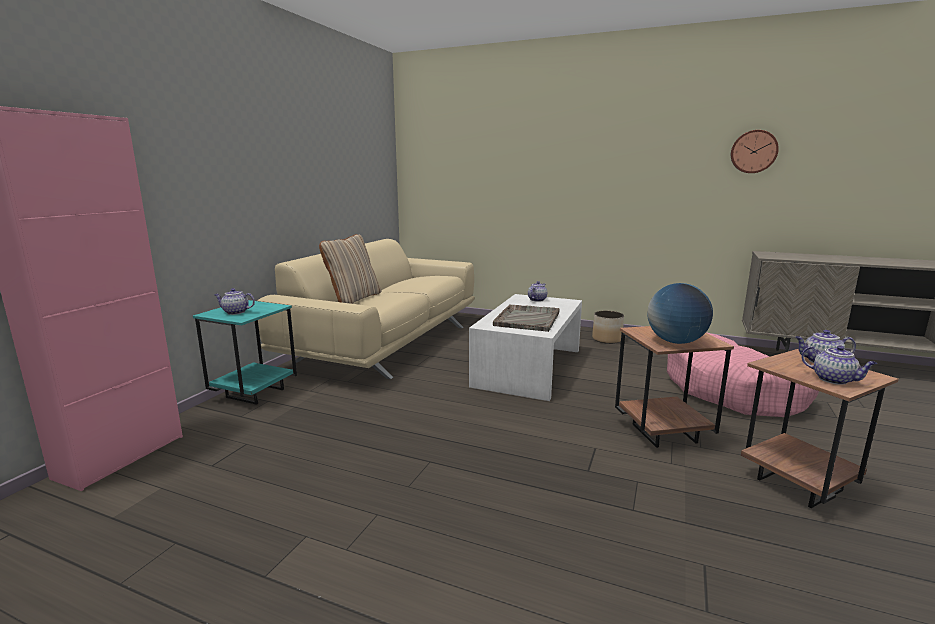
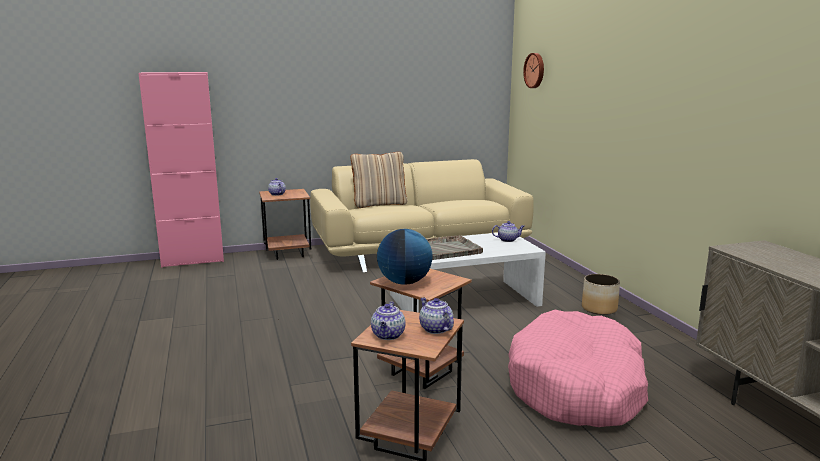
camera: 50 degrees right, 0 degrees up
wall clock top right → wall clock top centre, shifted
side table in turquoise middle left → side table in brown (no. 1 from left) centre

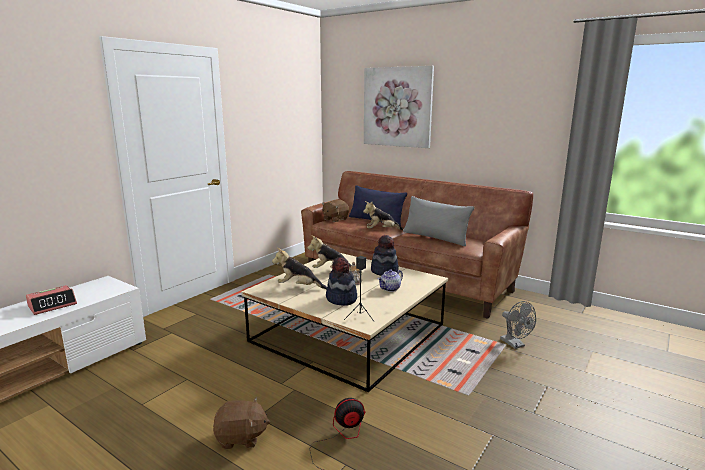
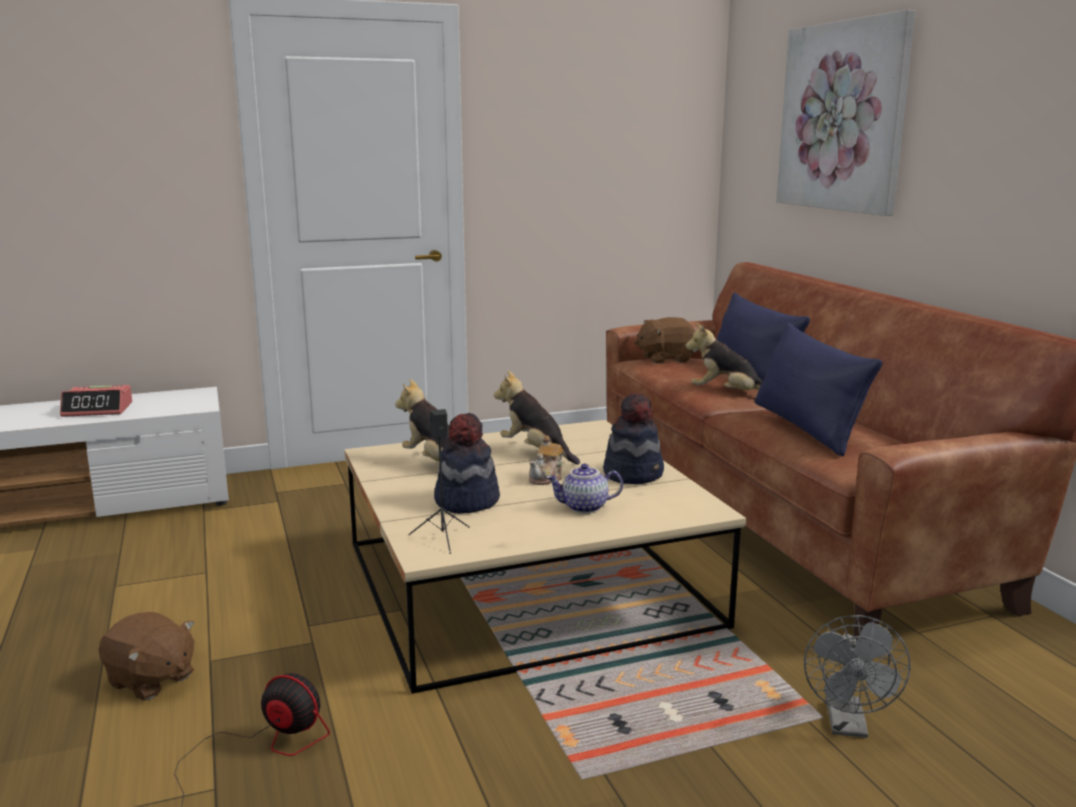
camera: 35 degrees right, 0 degrees up
pillow in grey centre → pillow in blue (no. 2 from left) middle right

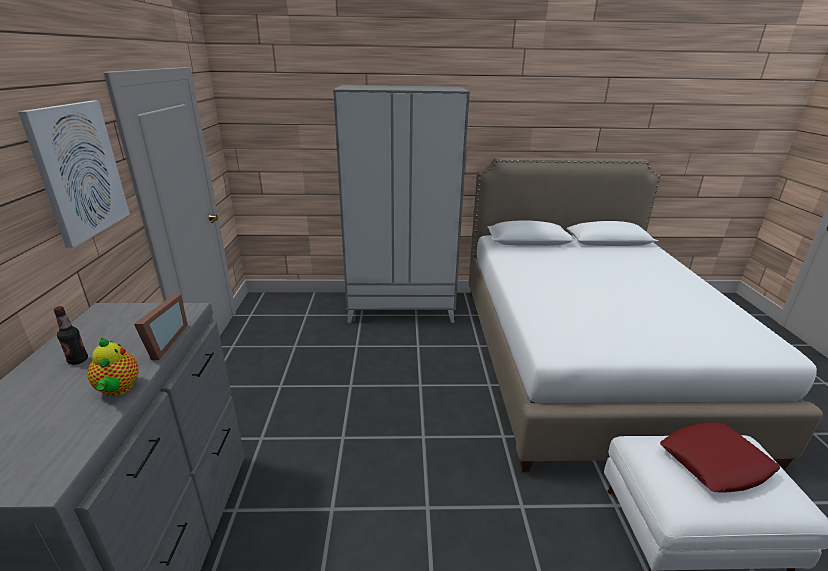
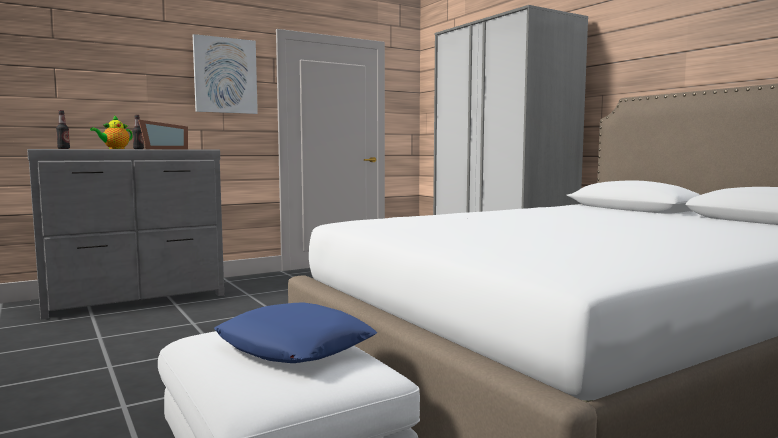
camera: 60 degrees right, 20 degrees down
- → bottle (no. 1 from left) top left
pillow in red bottom right → pillow in blue bottom centre

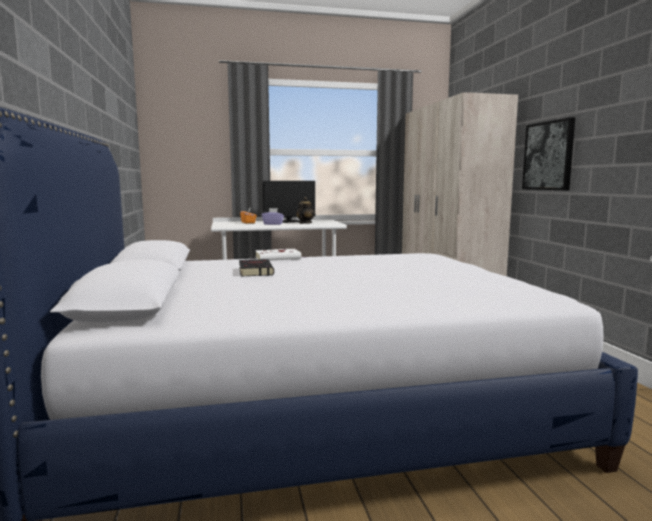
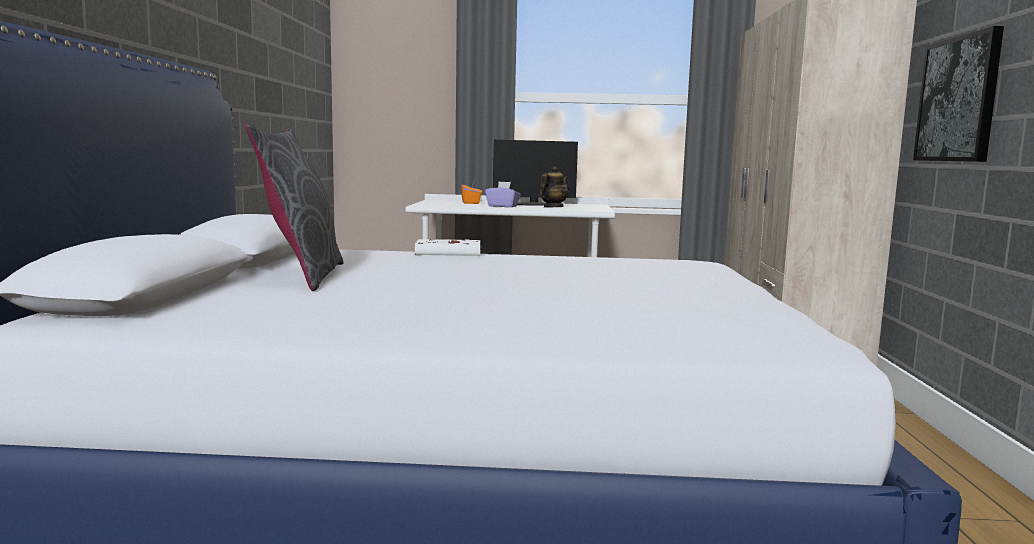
camera: 15 degrees right, 0 degrees up
book in black centre → -
- → pillow in grey middle left

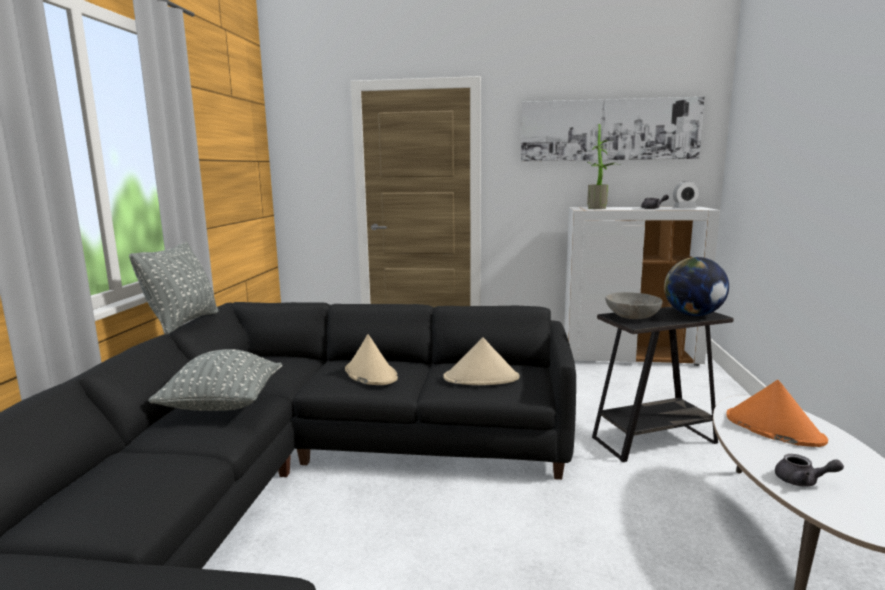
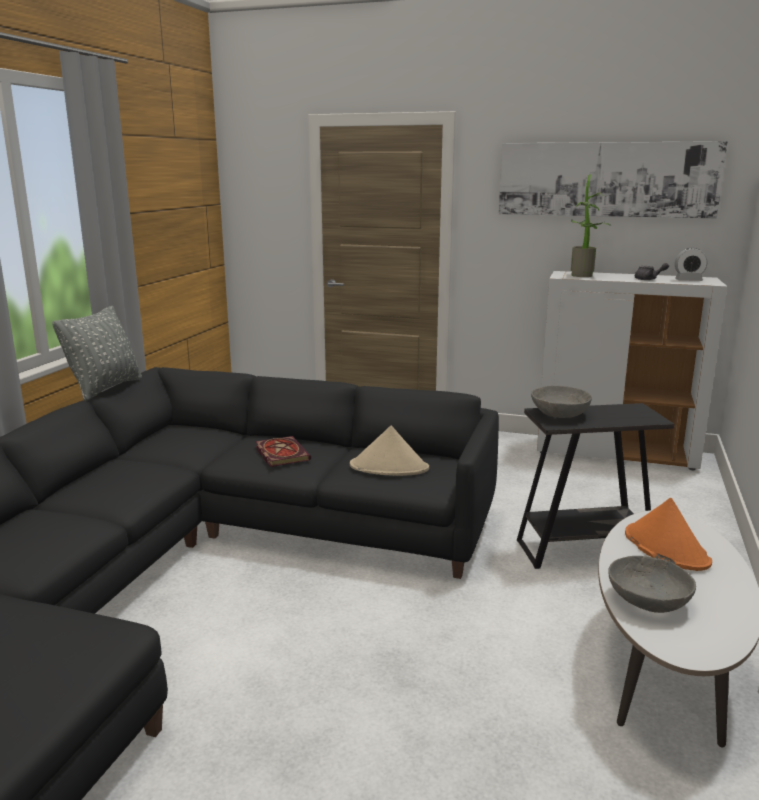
camera: 10 degrees right, 5 degrees up
pillow in grey (no. 2 from left) middle left → -
globe middle right → -
hat in beige (no. 1 from left) centre → book centre
teapot in grey (no. 2 from left) bottom right → bowl in grey (no. 2 from left) bottom right

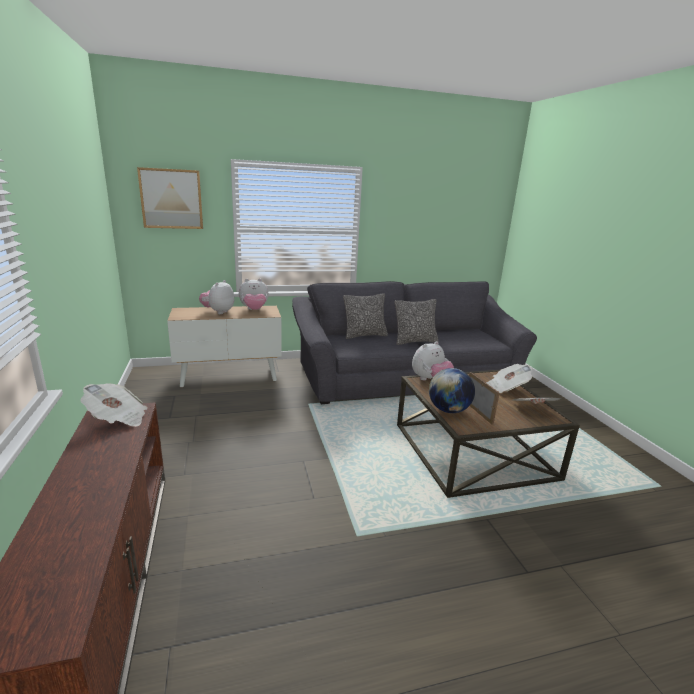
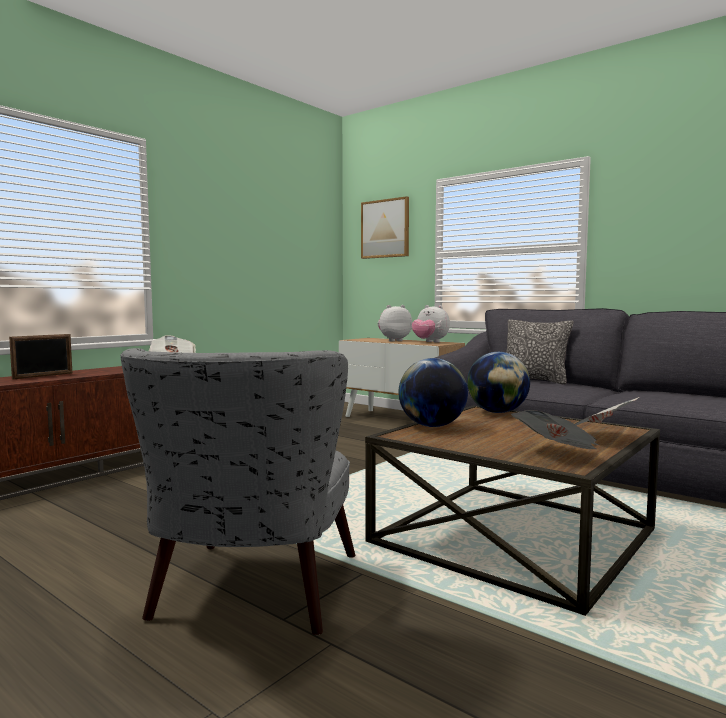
camera: 55 degrees right, 15 degrees down
pillow (no. 2 from left) centre → -
- → armchair in grey bottom left
picture frame middle right → picture frame middle left, shifted
plush toy (no. 3 from left) centre → globe (no. 2 from left) middle right

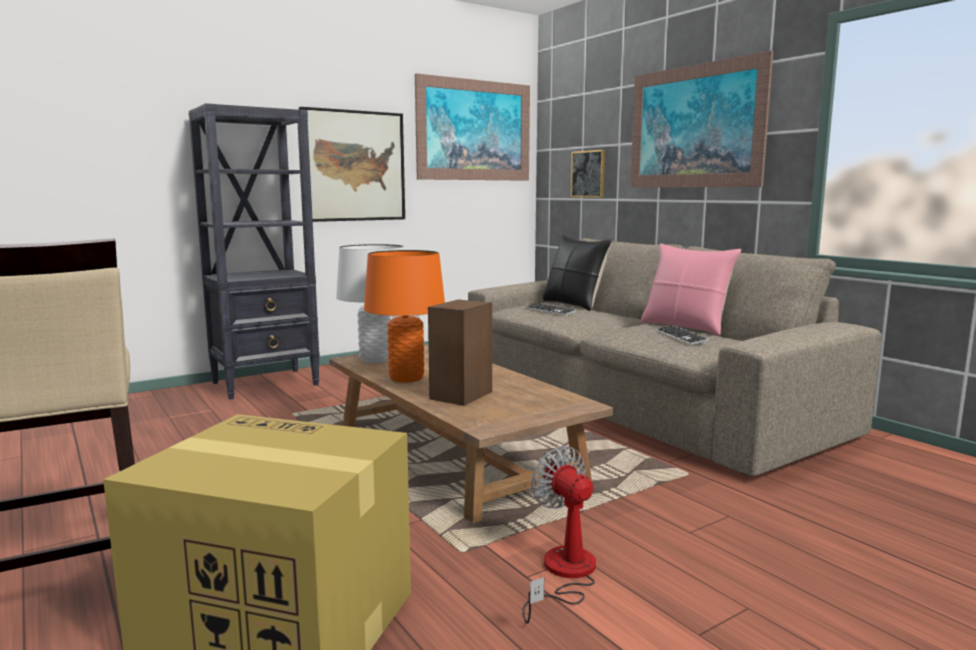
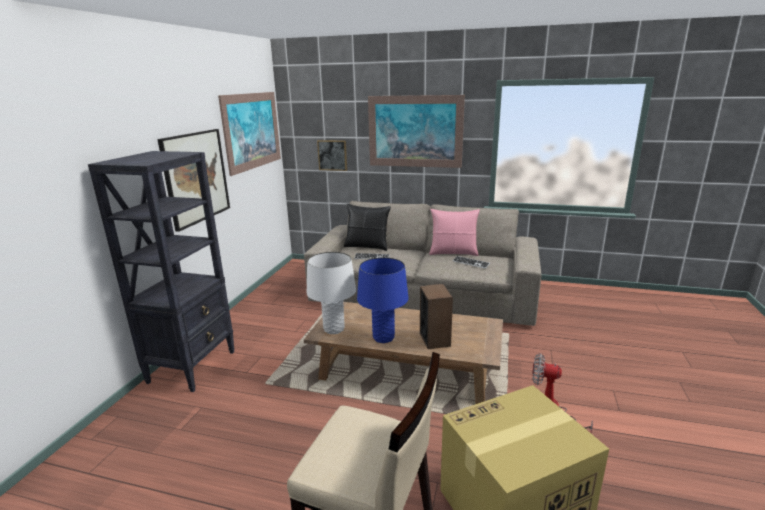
camera: 40 degrees left, 10 degrees up
table lamp in orange centre → table lamp in blue centre

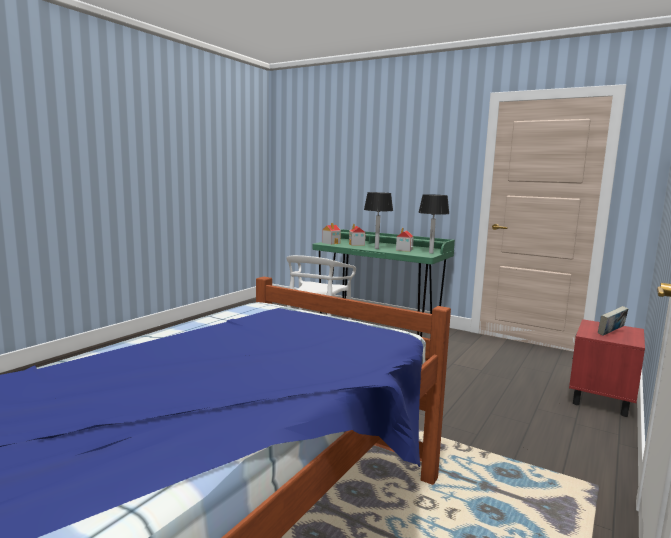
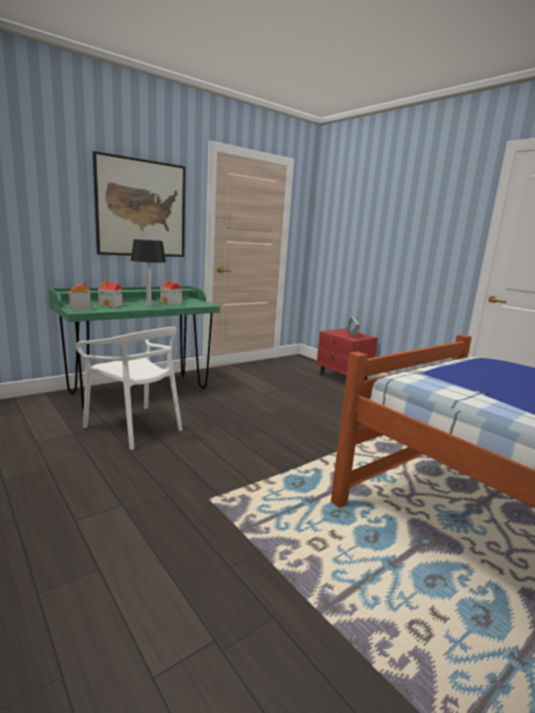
camera: 70 degrees left, 5 degrees up
table lamp (no. 2 from left) centre → -
- → picture top left

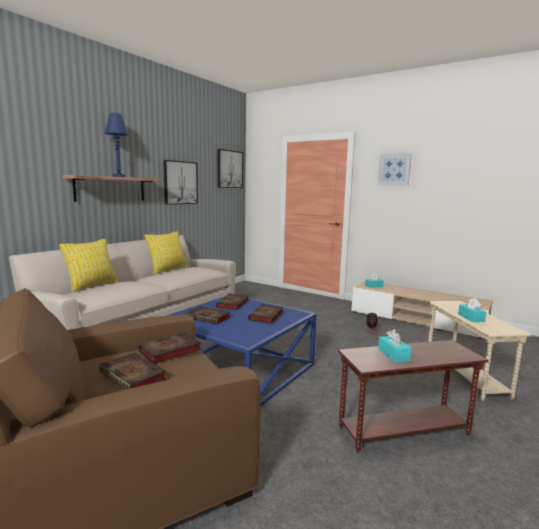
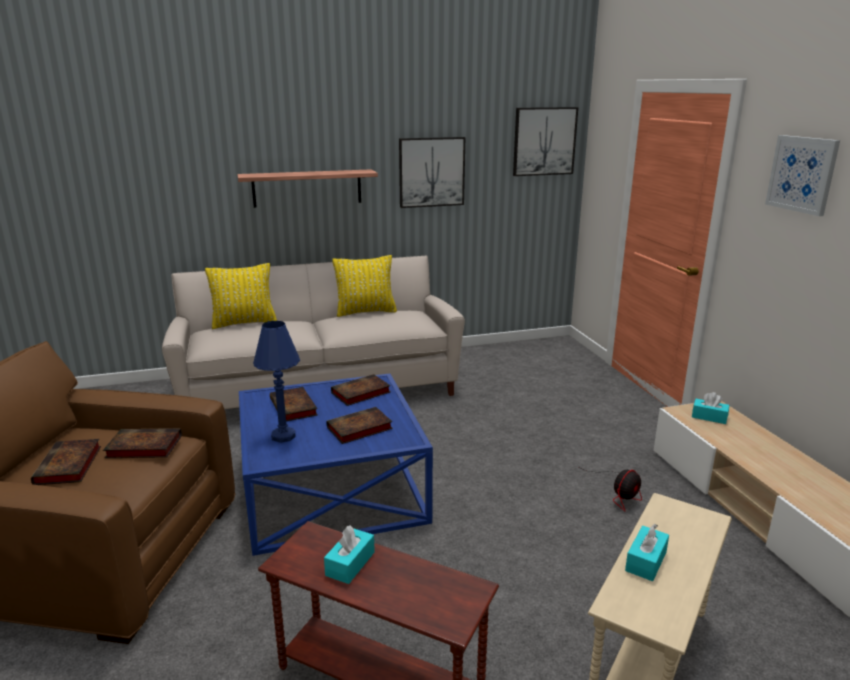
camera: 40 degrees right, 10 degrees up
table lamp in blue top left → table lamp in blue middle left, shifted

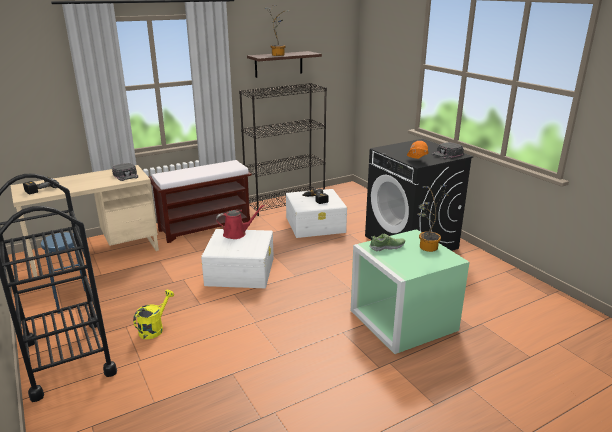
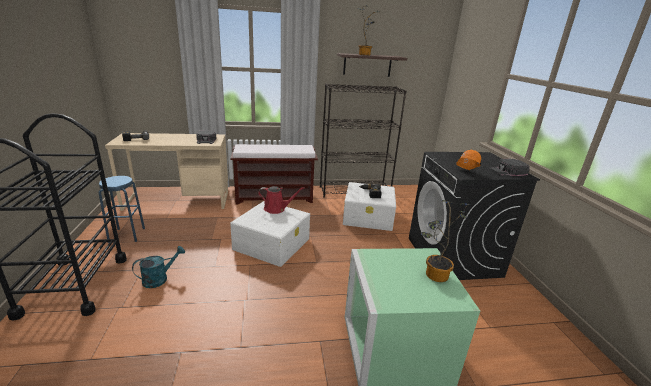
camera: 20 degrees right, 0 degrees up
shoe centre → -
watering can in yellow bottom left → watering can in turquoise bottom left

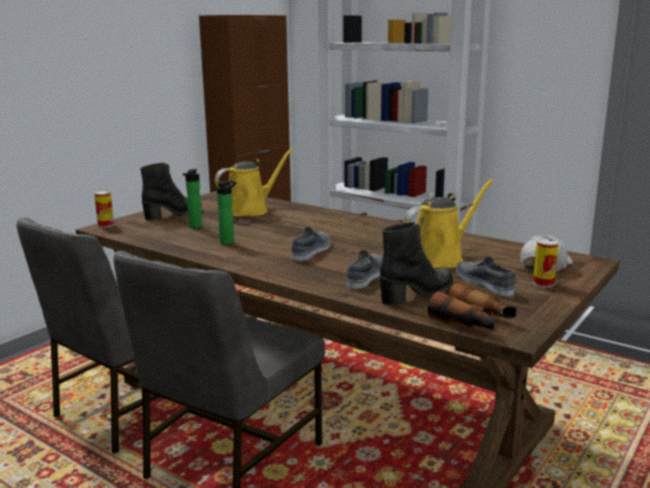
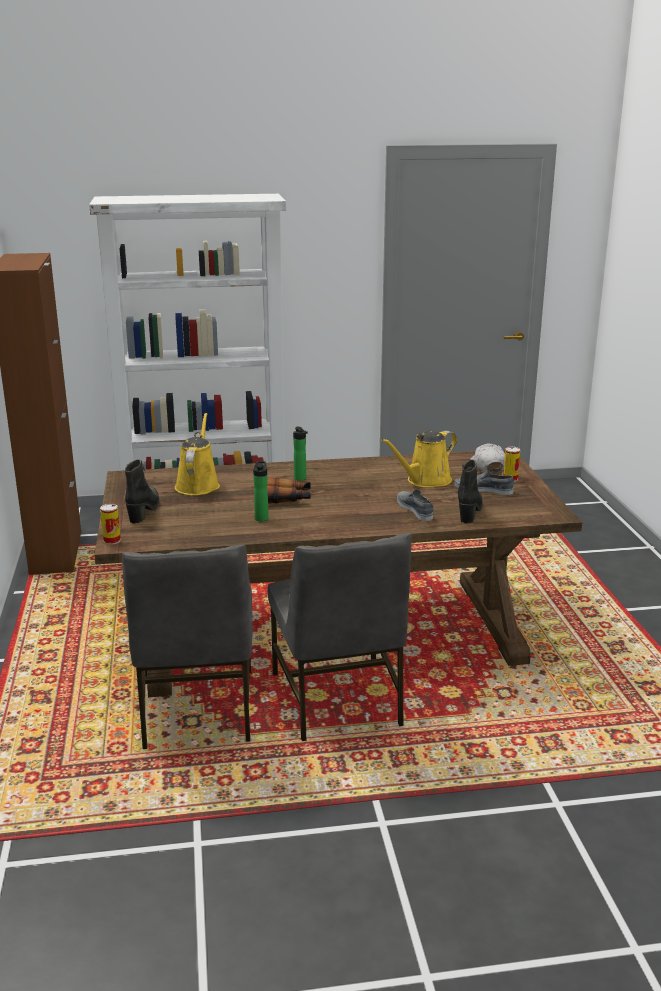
camera: 45 degrees left, 5 degrees up
shoe in grey (no. 1 from left) centre → -
bottle (no. 1 from left in the first image) middle left → bottle (no. 2 from left) centre, shifted
binoculars middle right → binoculars centre, shifted
watering can in yellow (no. 2 from left) middle right → watering can in yellow (no. 2 from left) centre, 135 degrees counterclockwise

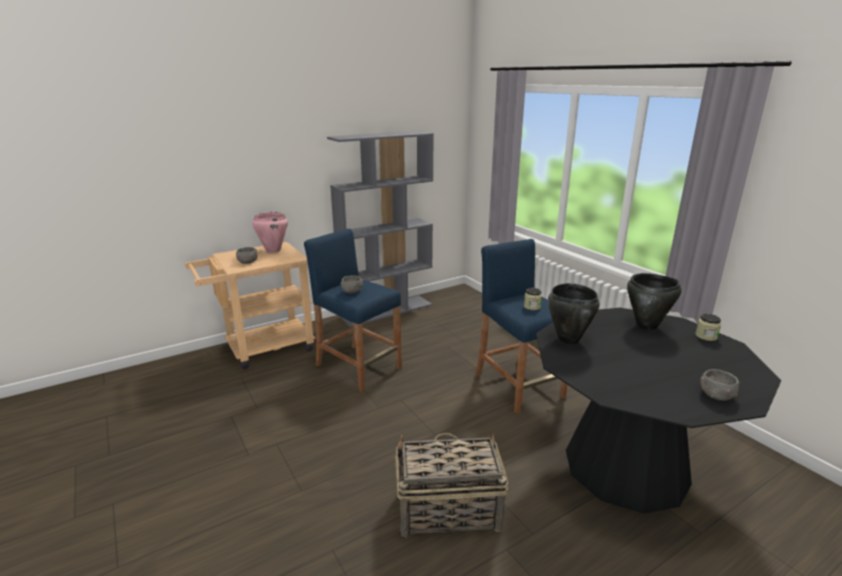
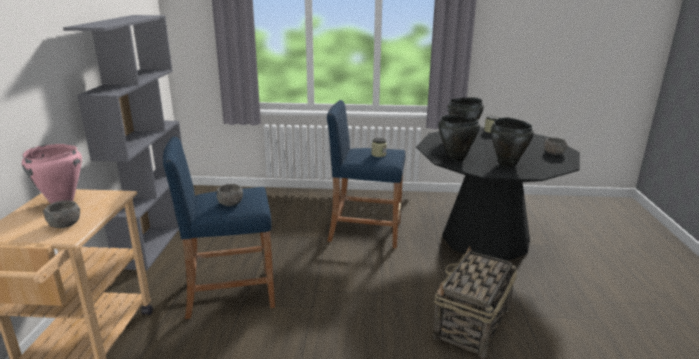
camera: 55 degrees left, 0 degrees up
- → cooking pot in black (no. 3 from left) middle right

